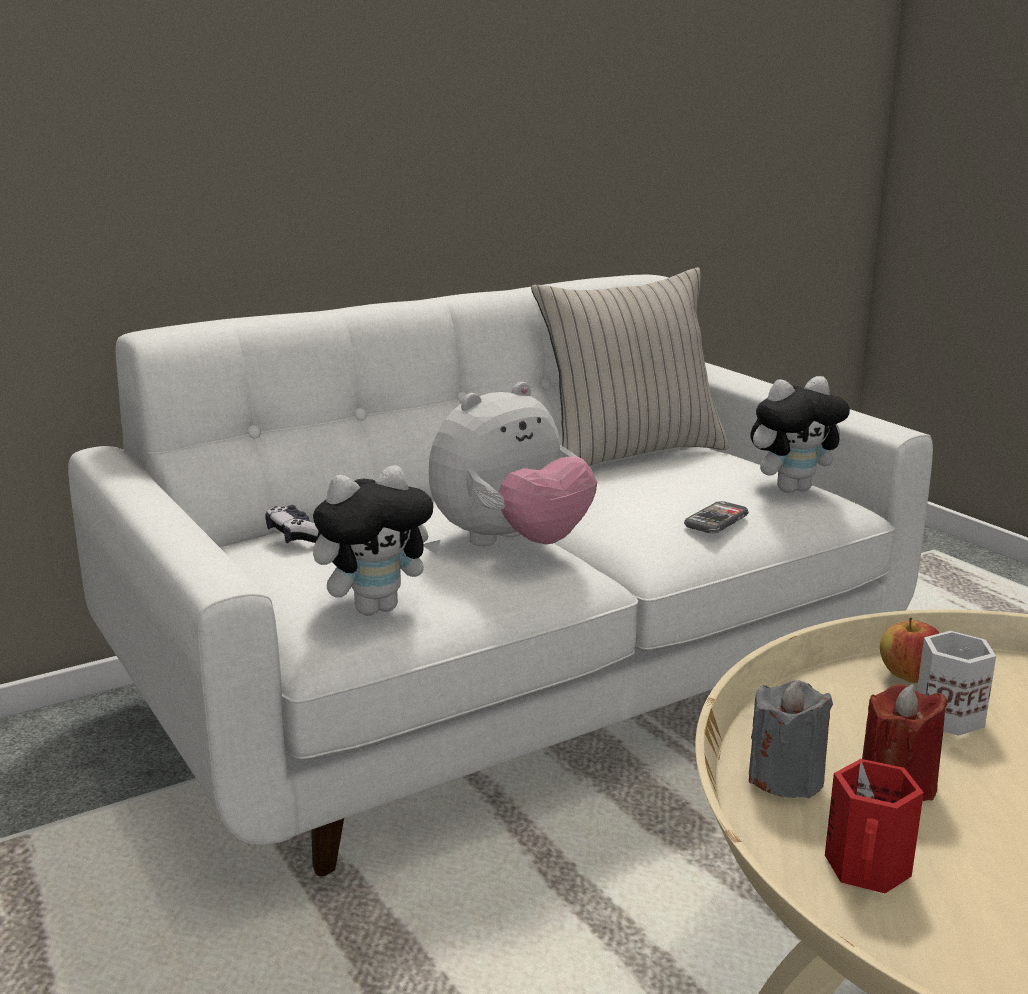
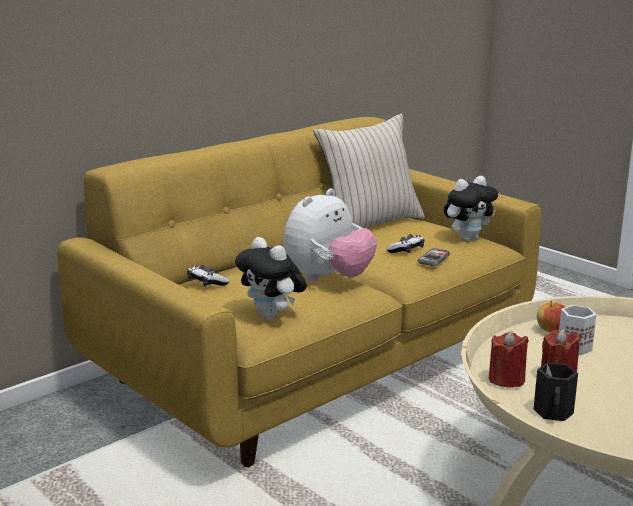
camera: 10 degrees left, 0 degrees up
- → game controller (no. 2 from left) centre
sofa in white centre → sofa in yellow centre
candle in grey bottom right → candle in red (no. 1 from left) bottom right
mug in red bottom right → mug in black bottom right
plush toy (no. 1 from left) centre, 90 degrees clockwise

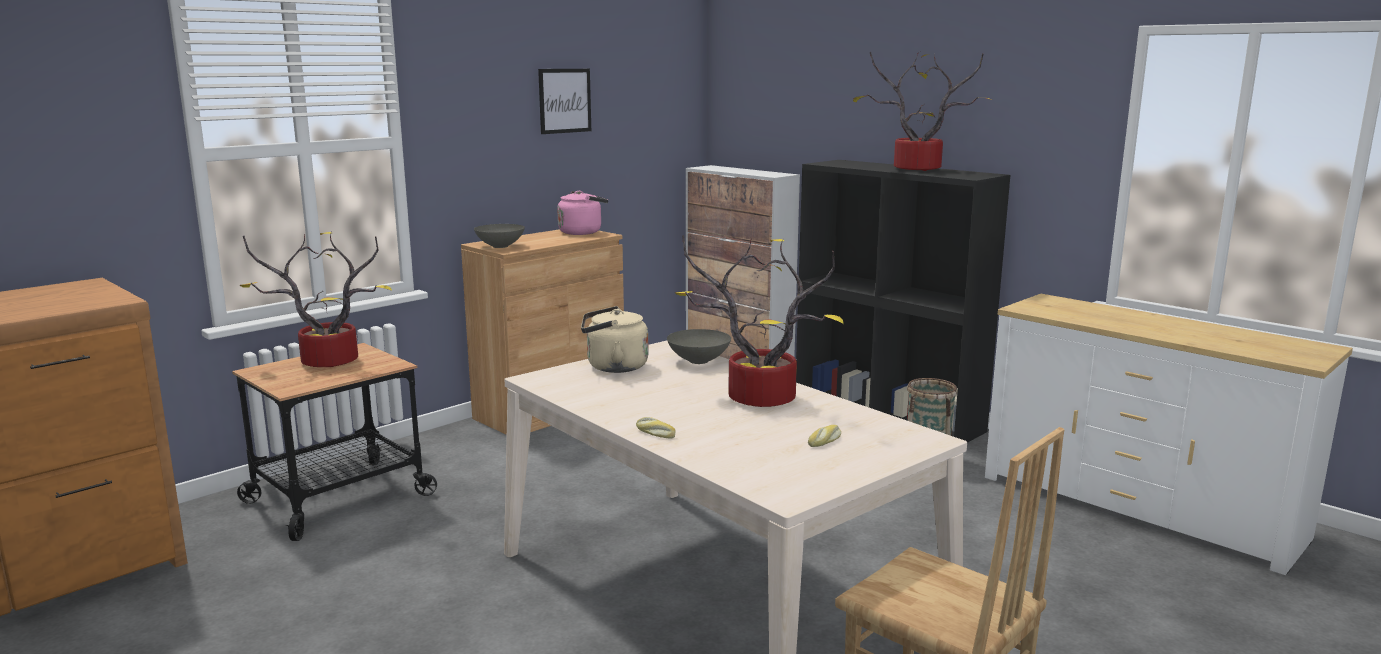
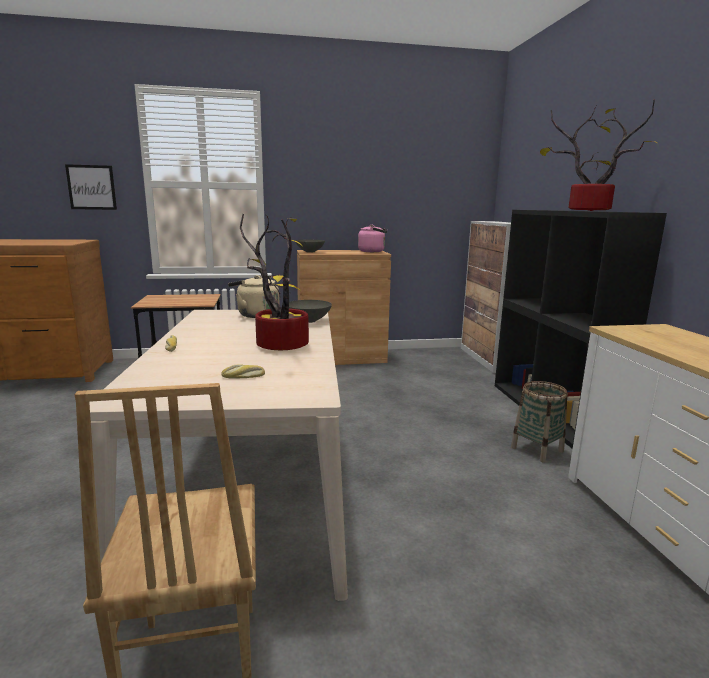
camera: 35 degrees right, 0 degrees up
potted plant (no. 1 from left) middle left → -
picture top centre → picture top left, shifted

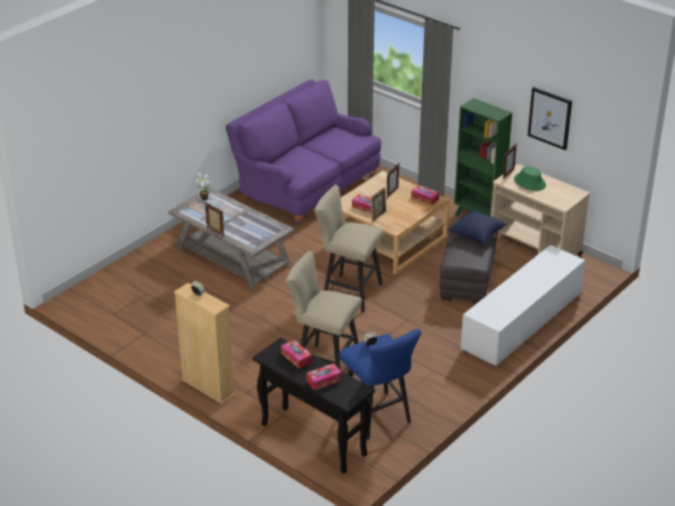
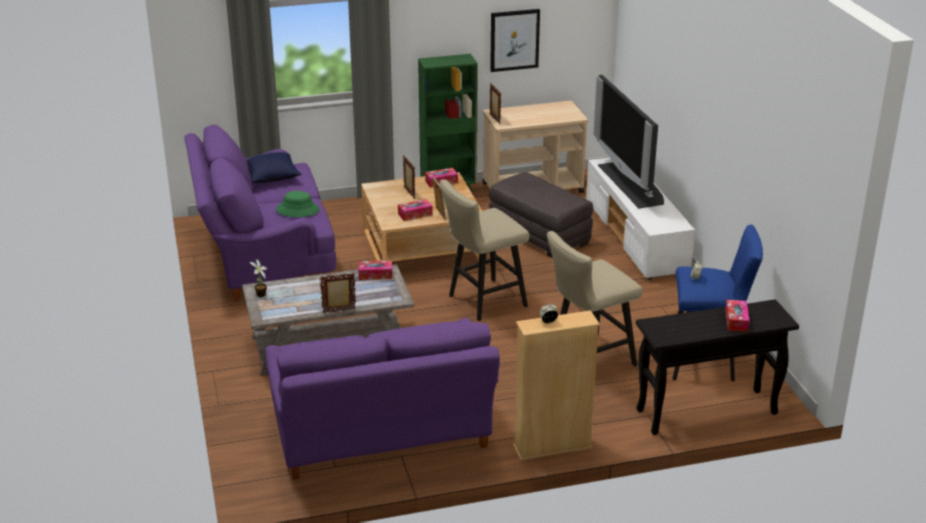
camera: 55 degrees left, 5 degrees down
- → sofa in purple (no. 2 from left) bottom centre
- → television top right
tissue box (no. 1 from left) bottom centre → tissue box (no. 1 from left) centre, shifted
pillow in blue middle right → pillow in blue top left, shifted
hat in green middle right → hat in green middle left, shifted

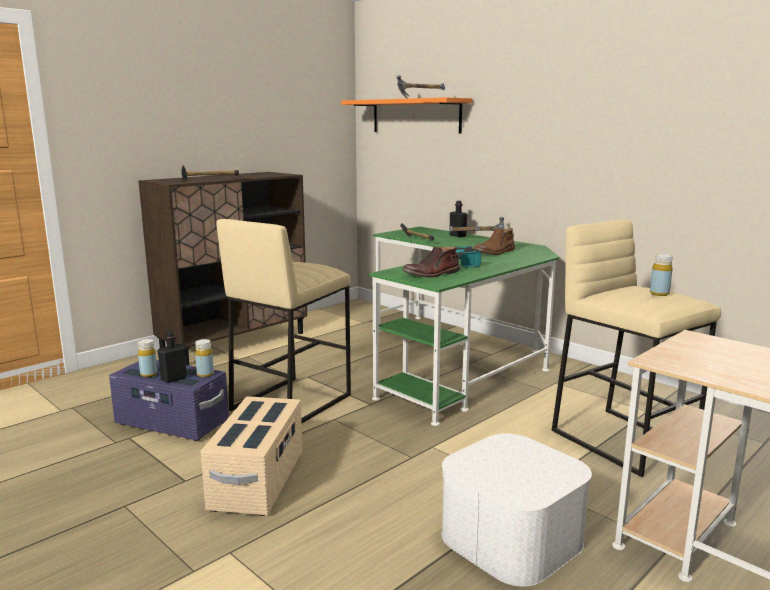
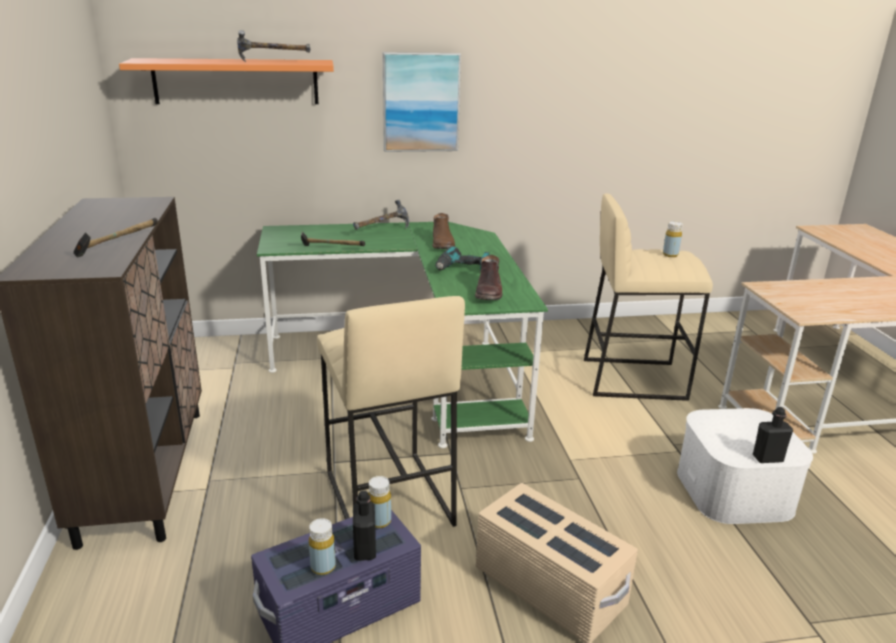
camera: 55 degrees left, 10 degrees up
- → picture top centre
bottle in black (no. 2 from left) centre → bottle in black (no. 2 from left) bottom right, shifted

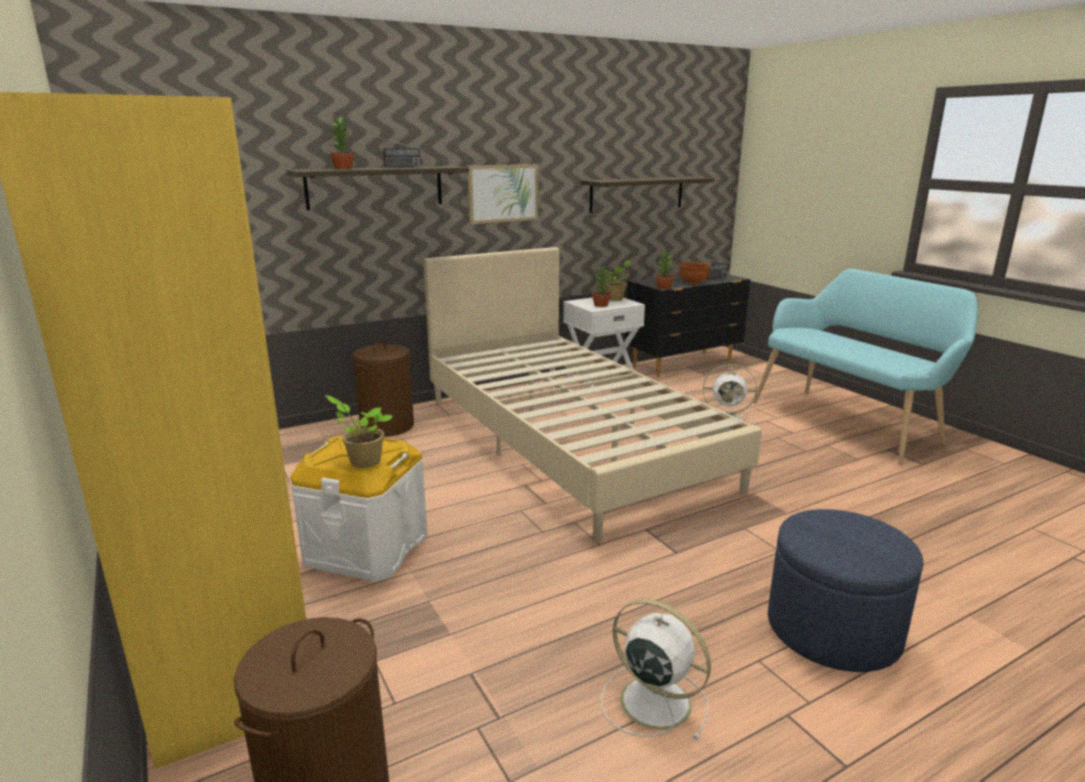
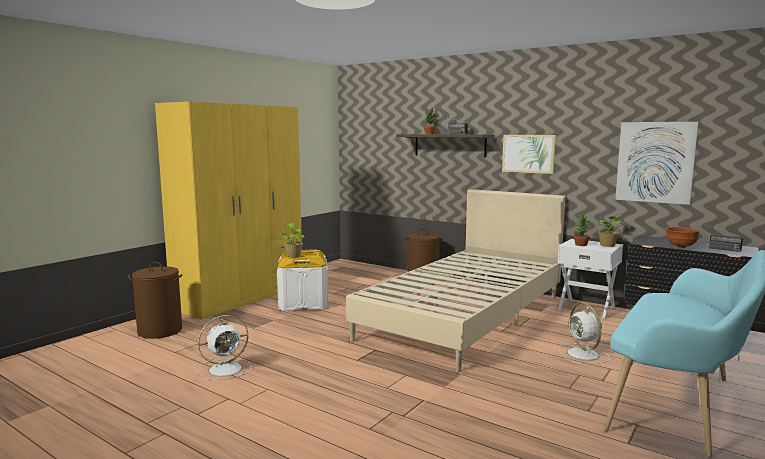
camera: 65 degrees right, 10 degrees down
potted plant (no. 5 from left) centre → -
ottoman in blue bottom right → -
shelf (no. 2 from left) top centre → picture (no. 2 from left) middle right
fan in white (no. 1 from left) bottom centre → fan in white (no. 1 from left) bottom left, 45 degrees clockwise

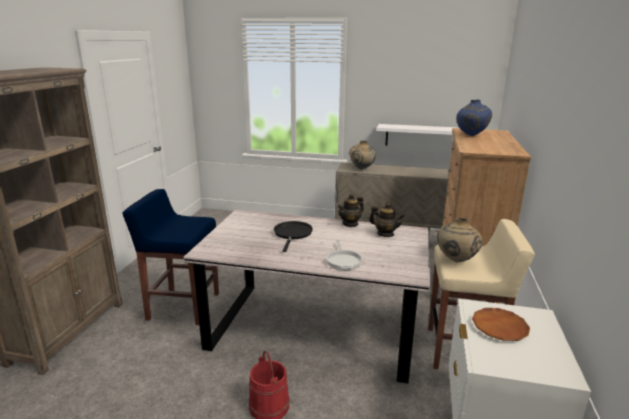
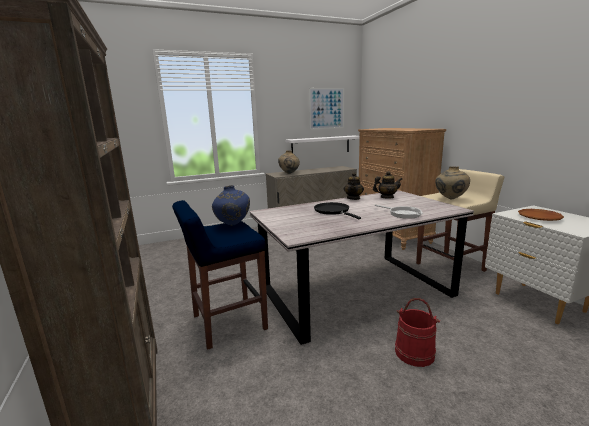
camera: 35 degrees left, 5 degrees down
- → picture top centre
vase in blue top right → vase in blue centre, shifted

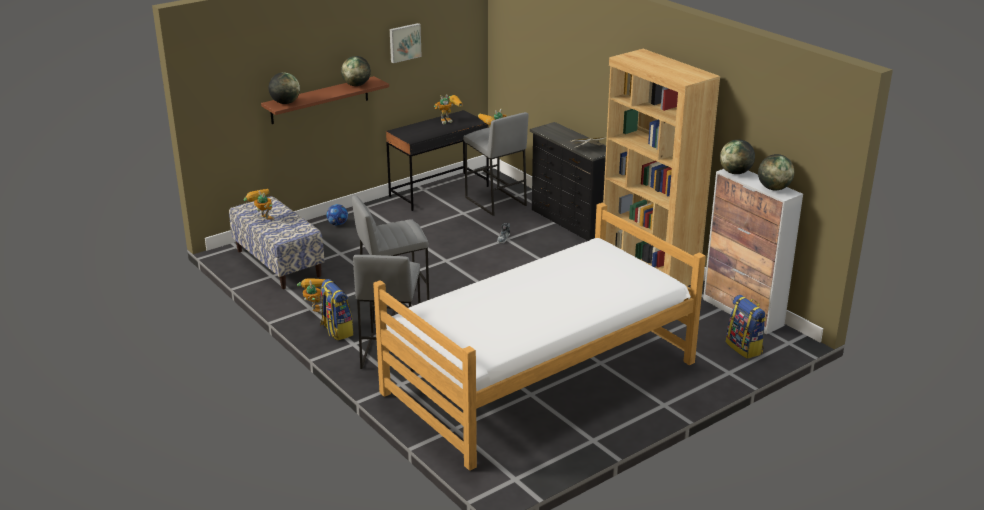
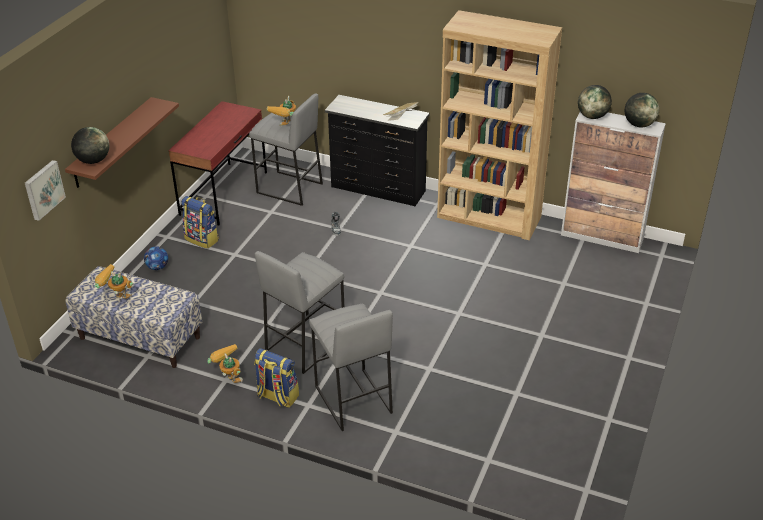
camera: 30 degrees left, 10 degrees up
globe (no. 2 from left) top centre → -
bed centre → -
toy robot (no. 3 from left) top centre → -
picture top centre → picture middle left, shifted
backpack (no. 2 from left in the first image) middle right → backpack (no. 1 from left) middle left, shifted
desk in black top centre → desk in red top left

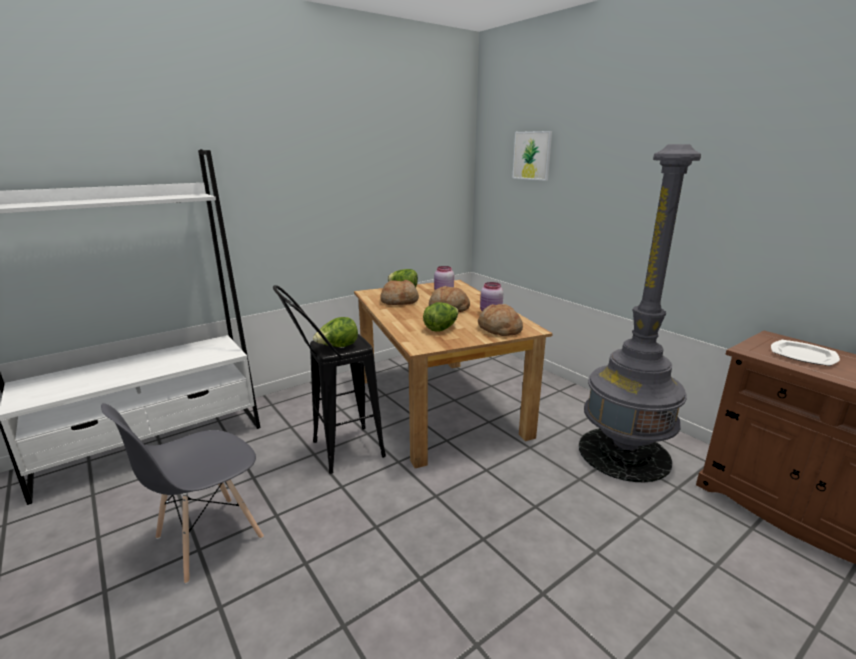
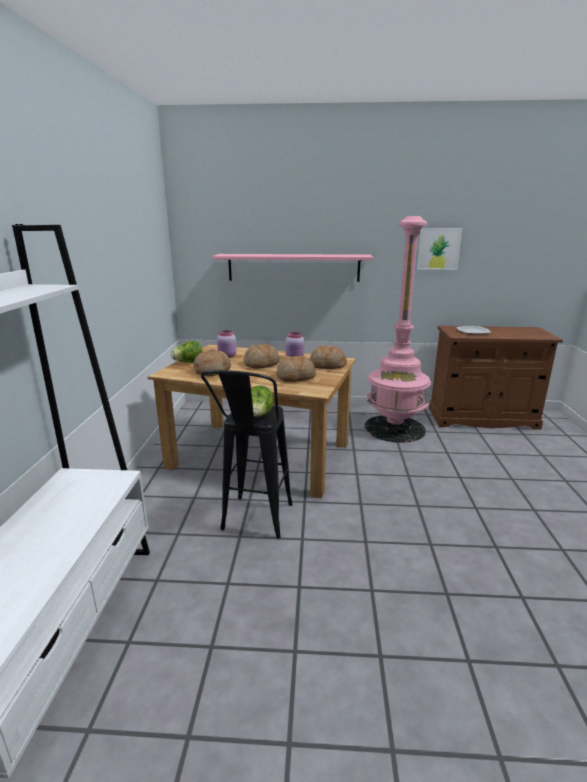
camera: 50 degrees left, 0 degrees up
chair in grey bottom left → -
- → shelf in pink centre
picture top centre → picture top right, shifted
lettuce (no. 3 from left) centre → bread (no. 3 from left) centre
floor lamp in grey middle right → floor lamp in pink middle right

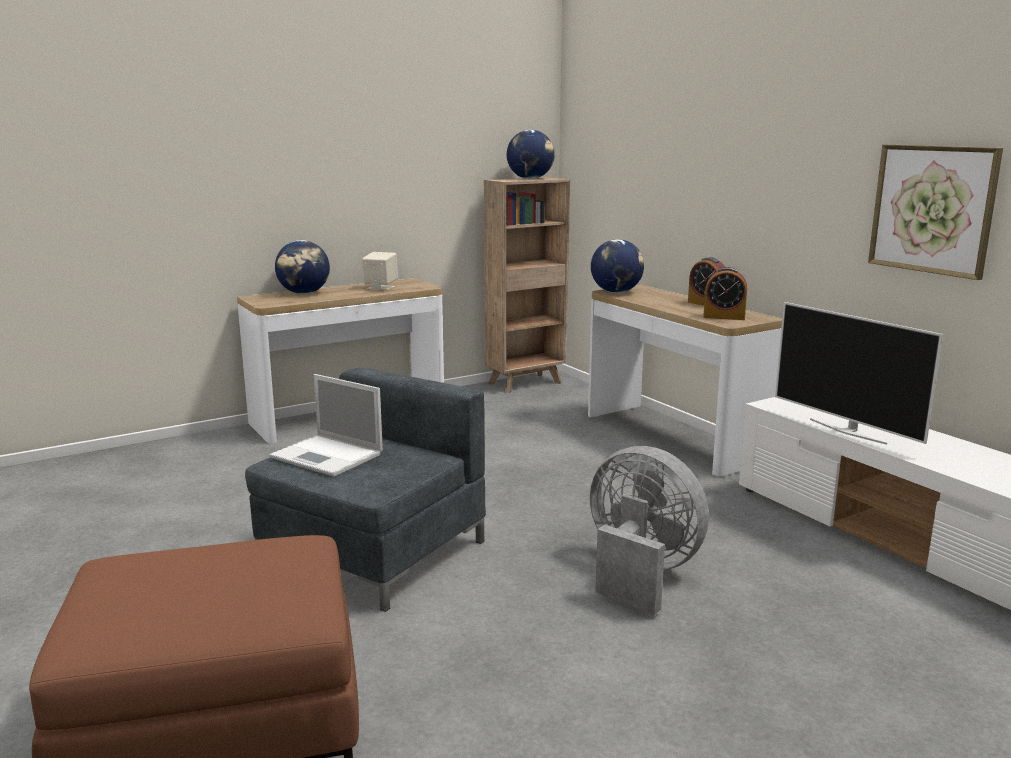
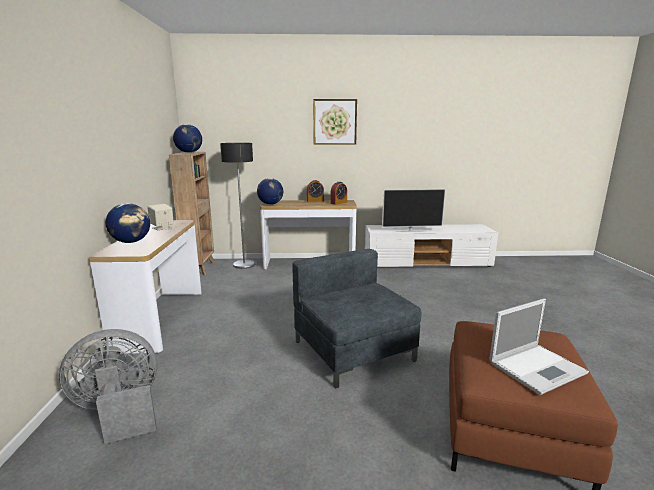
camera: 60 degrees left, 0 degrees up
- → floor lamp centre
laptop middle left → laptop bottom right, shifted
fan in grey bottom centre → fan in grey bottom left, shifted
picture top right → picture top centre, shifted

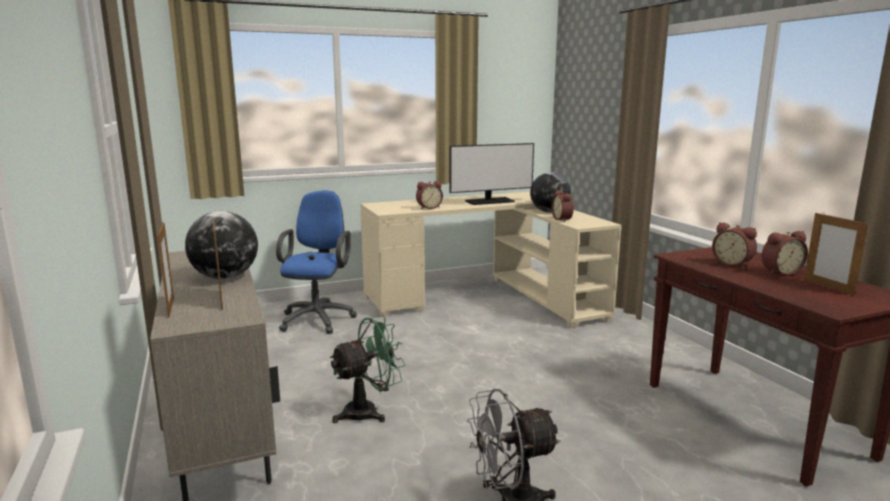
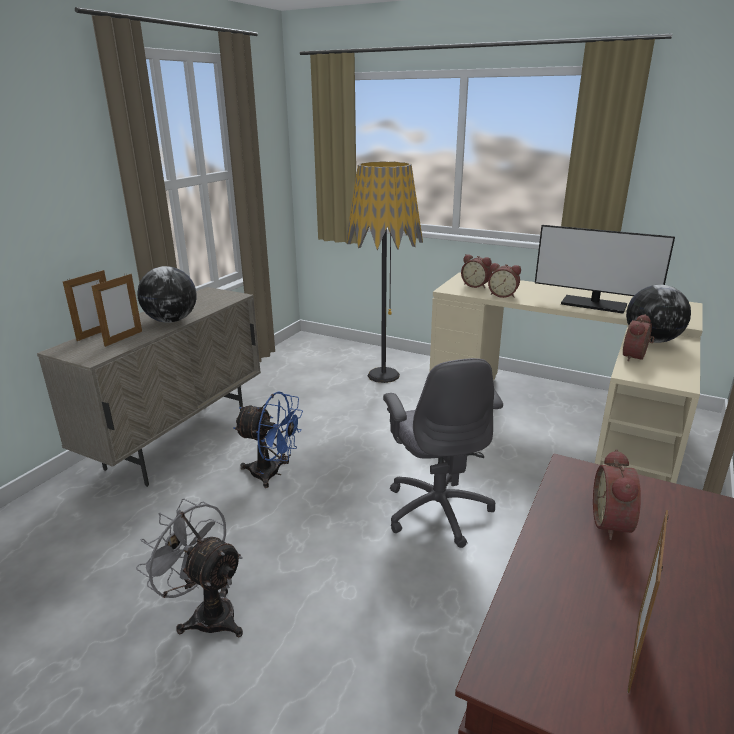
camera: 50 degrees right, 10 degrees up
- → office chair in grey centre
alarm clock (no. 4 from left in the first image) middle right → alarm clock (no. 1 from left) centre, shifted
office chair in blue centre → floor lamp centre
fan in green bottom centre → fan in blue centre

